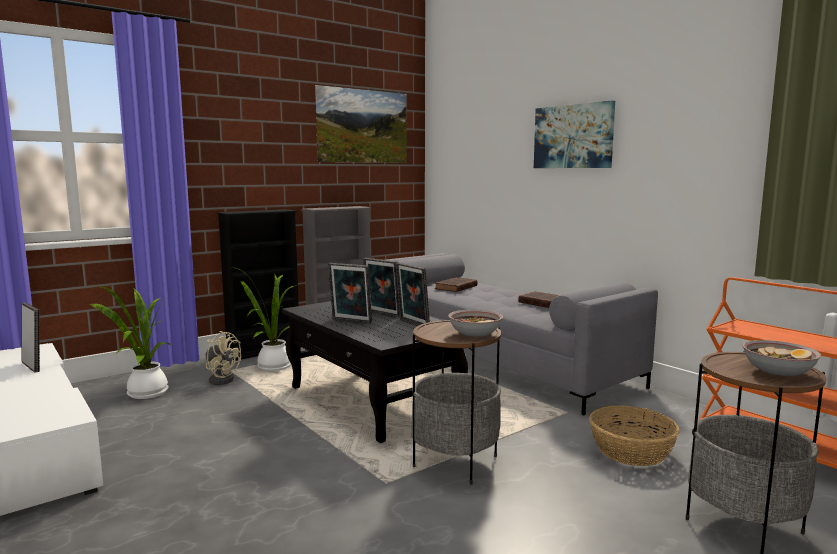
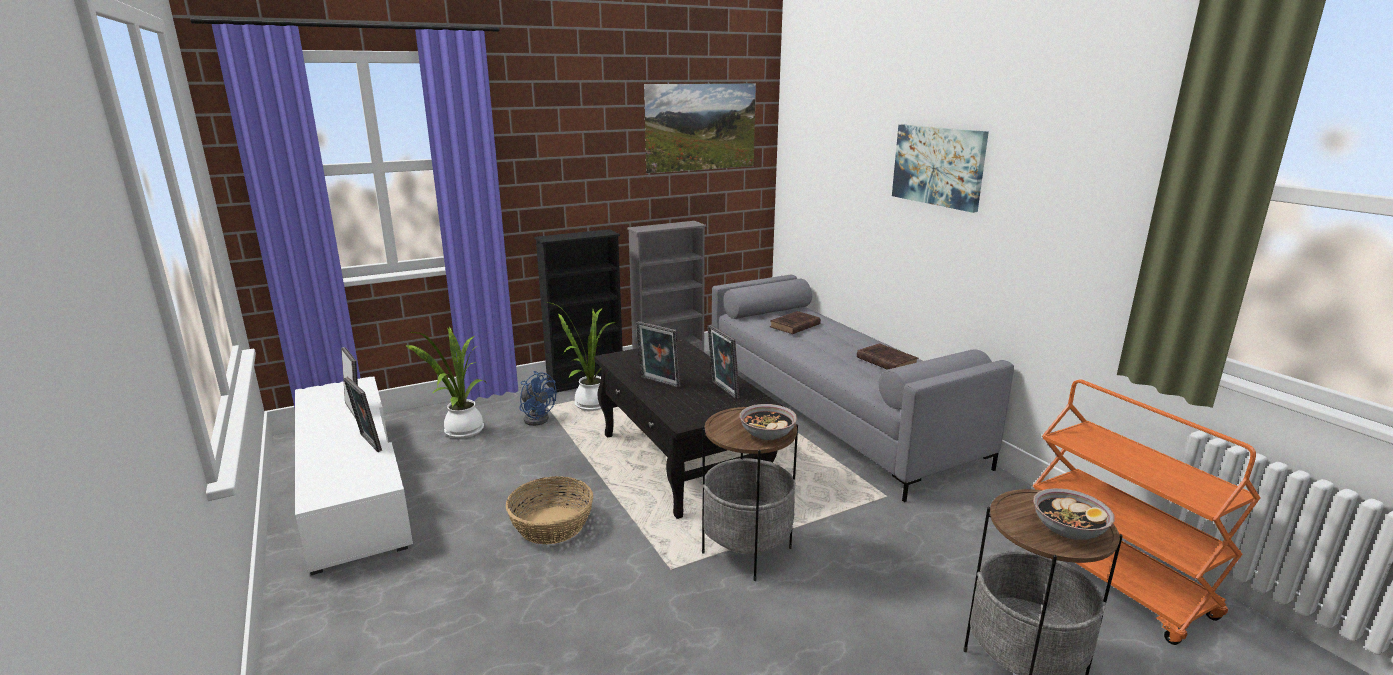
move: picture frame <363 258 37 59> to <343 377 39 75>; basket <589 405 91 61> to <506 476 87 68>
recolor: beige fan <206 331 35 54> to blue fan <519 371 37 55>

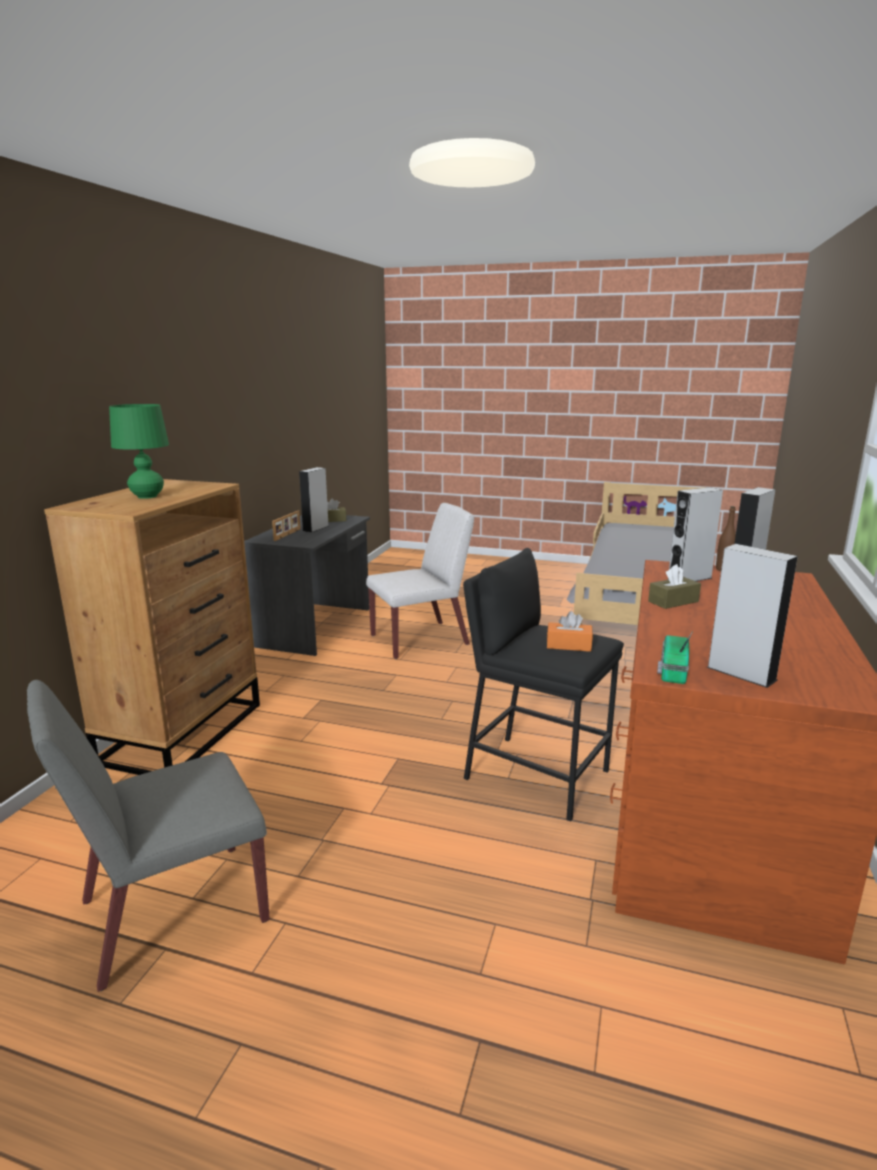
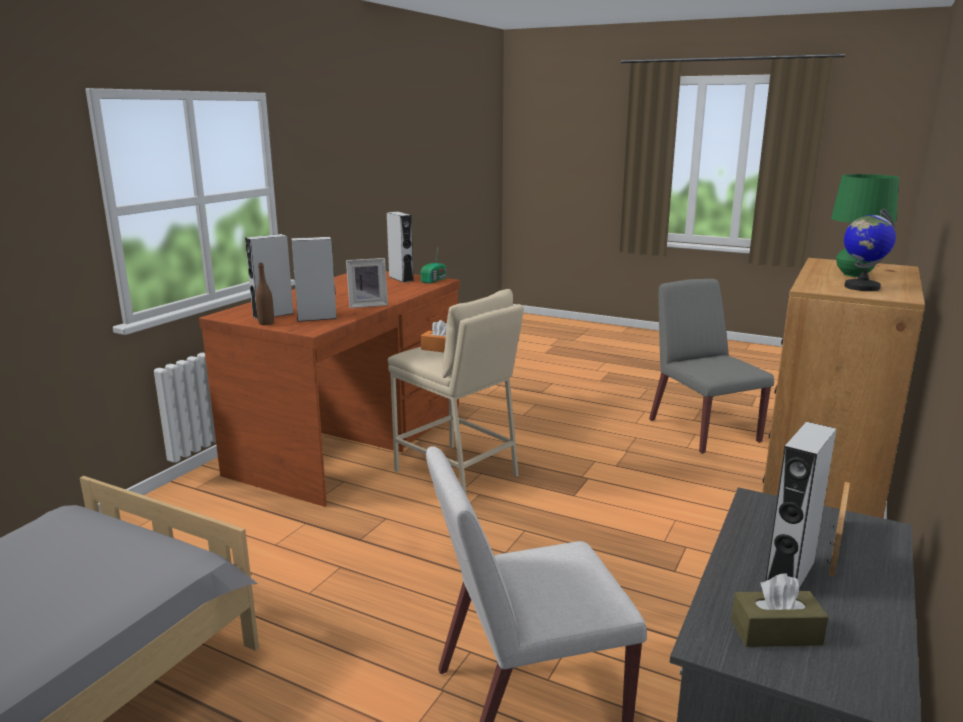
insert: globe <844 209 52 82>
replace: brown tissue box <648 564 53 45> to picture frame <346 258 42 50>
recolor: black stool <463 548 161 273> to beige stool <388 289 136 206>
rotate: grey chair <27 680 243 312> = <649 279 125 175> 90 degrees counterclockwise

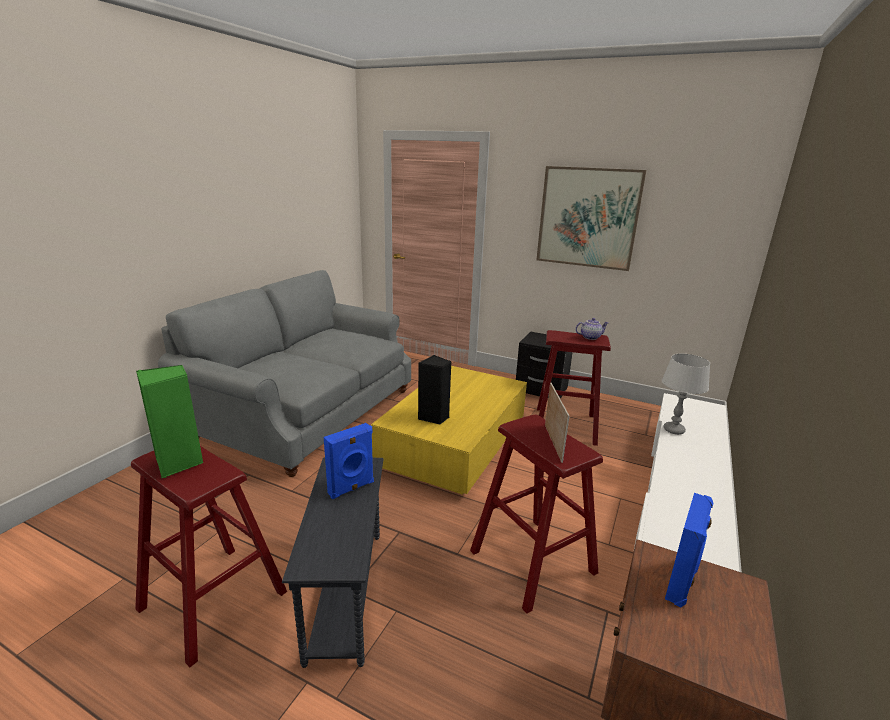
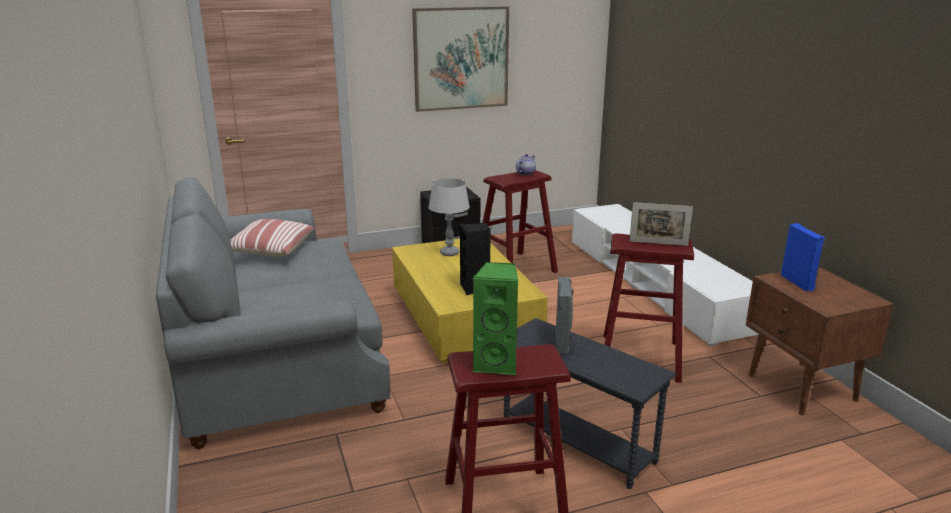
insert: pillow <230 219 84 38>
move: grey table lamp <662 354 48 81> to <429 178 41 78>
recolor: blue speaker <324 423 50 76> to grey speaker <556 277 17 77>
rotate: picture frame <545 382 25 81> = <630 202 63 44> 150 degrees clockwise

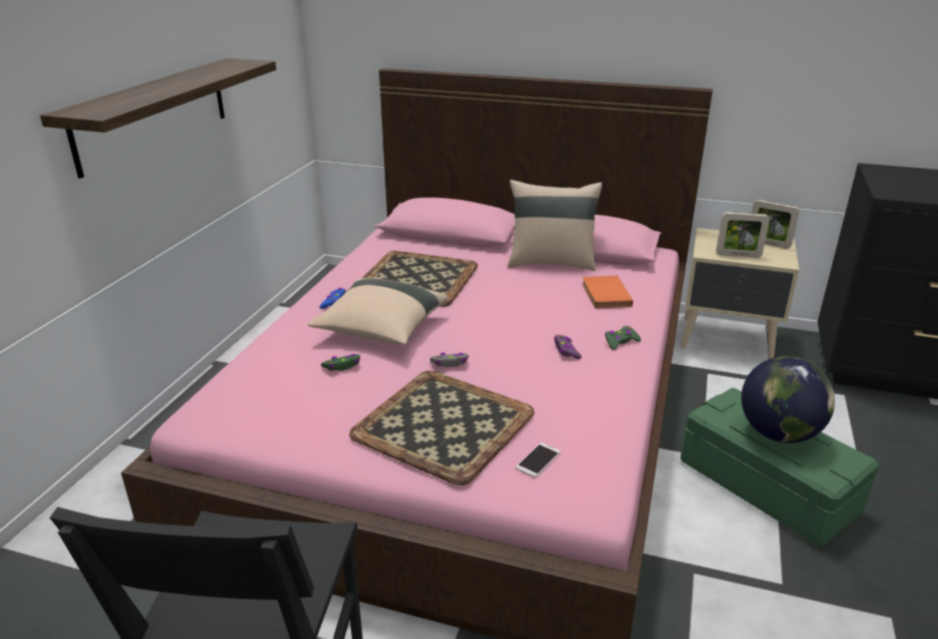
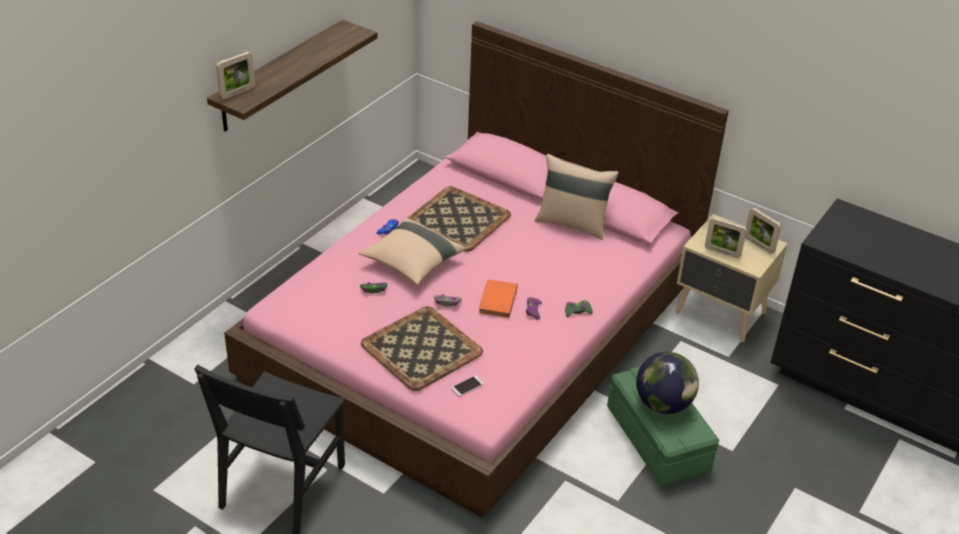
insert: picture frame <216 51 39 48>
move: orange book <582 276 51 32> to <479 280 39 38>

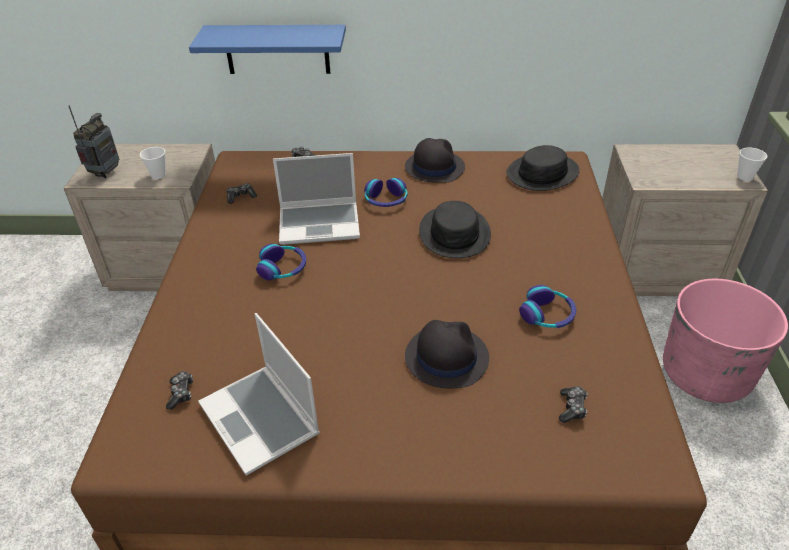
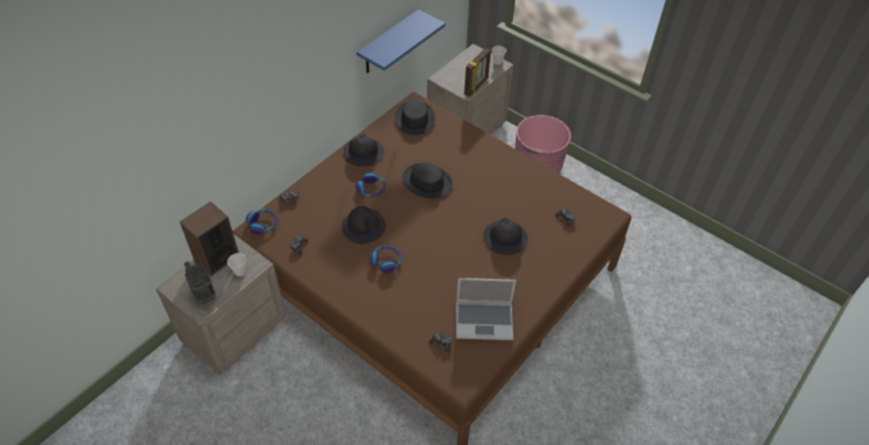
insert: speaker <180 201 59 75>; picture frame <464 48 27 49>
move: headphones <519 285 57 43> to <246 209 31 26>; blue shelf <189 25 157 49> to <356 9 90 64>
replace: laptop <273 153 87 92> to black hat <342 206 44 38>

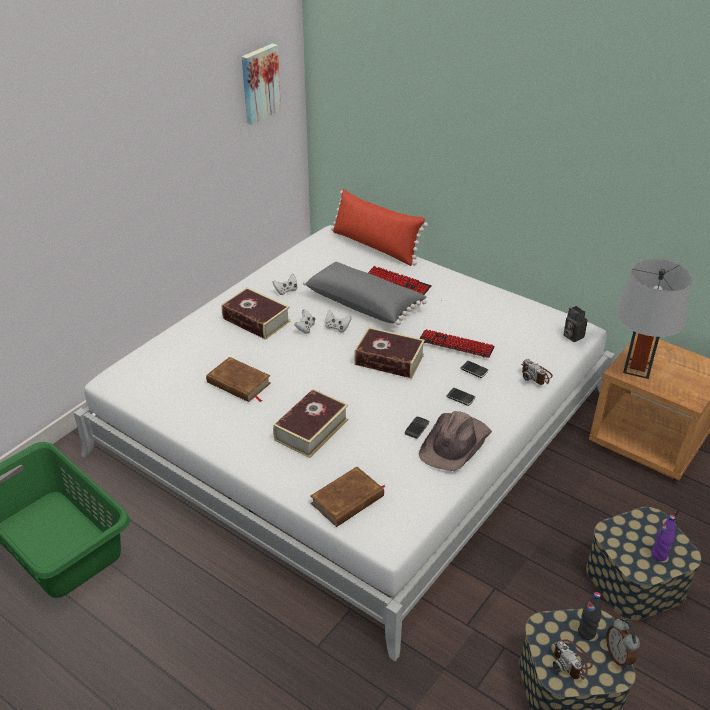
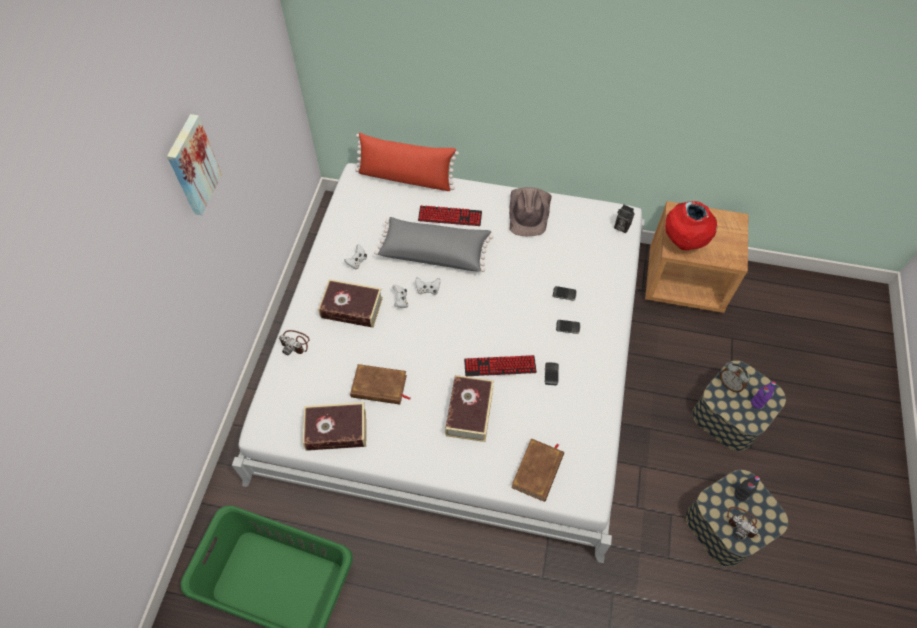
move: picture <242 43 39 82> to <167 114 55 101>; photo camera <521 359 32 26> to <279 330 31 26>; book <354 327 71 52> to <303 402 63 49>; keyboard <419 329 76 29> to <464 355 73 21>; brown hat <419 411 73 60> to <509 187 43 49>; alarm clock <606 618 34 50> to <720 363 30 30>
replace: grey table lamp <617 259 75 120> to red vase <665 201 52 49>

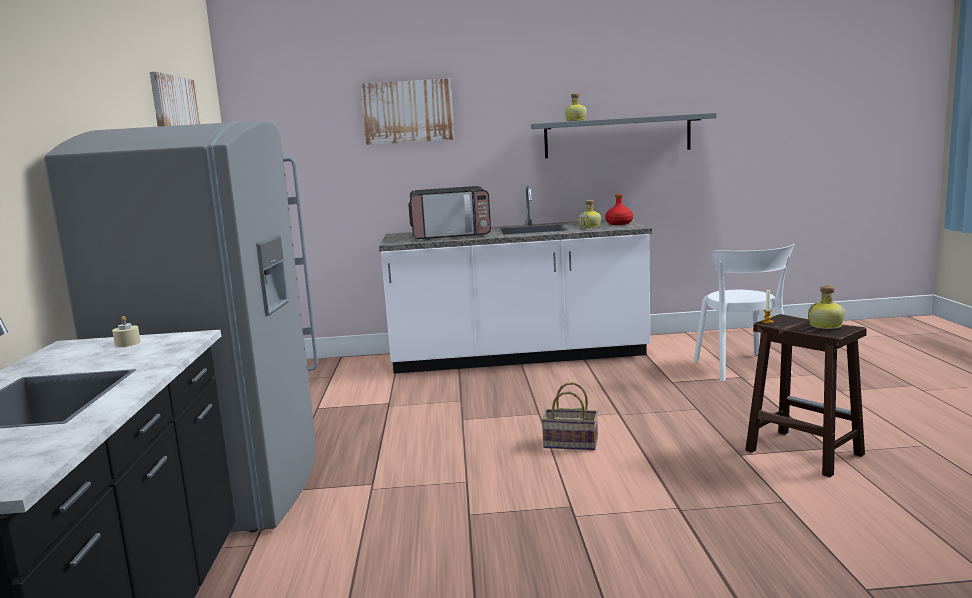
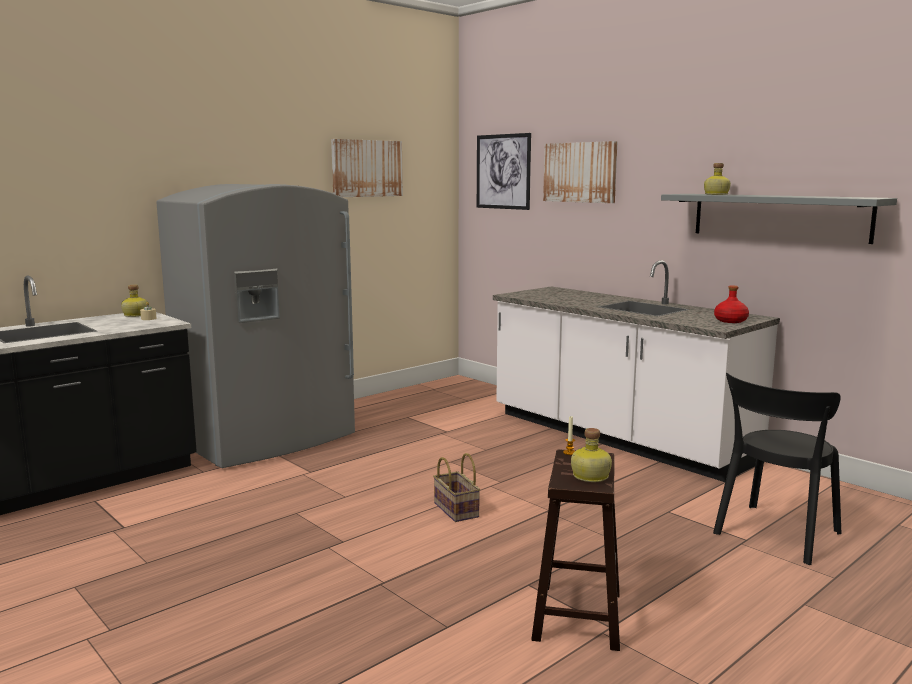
delete: microwave <408 186 83 53>
insert: picture <477 133 54 77>
move: bottle <579 200 22 28> to <121 285 26 32>
recolor: white chair <694 244 101 137> to black chair <713 373 129 192>

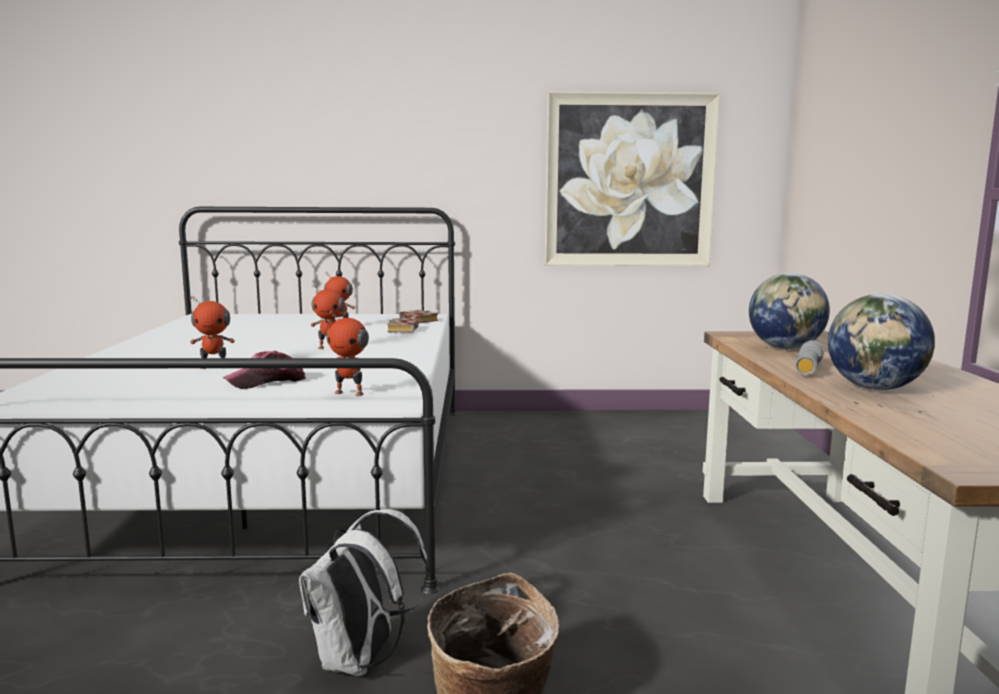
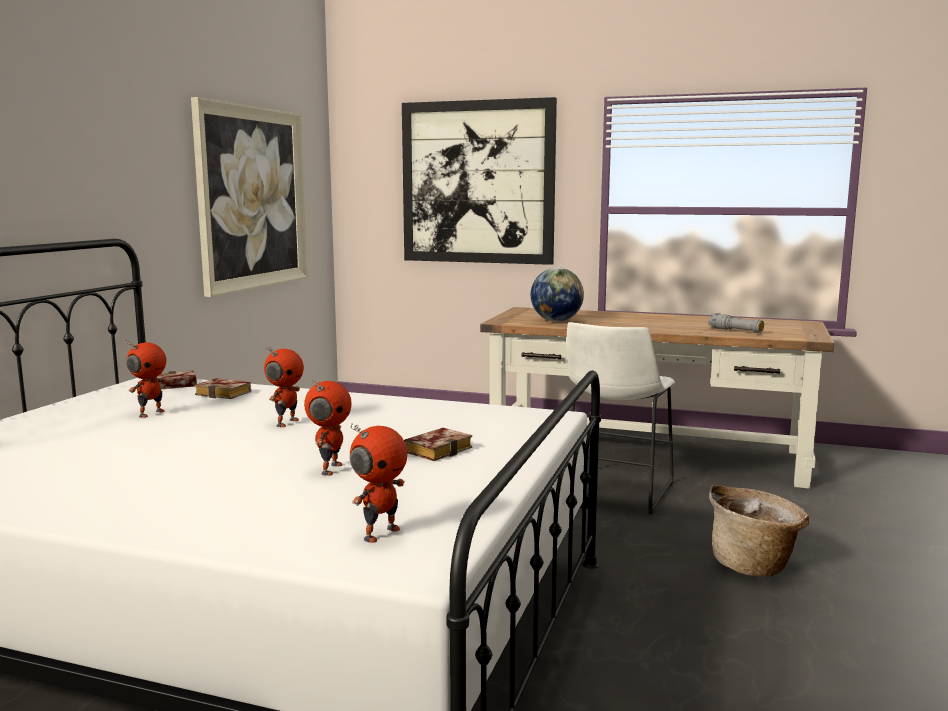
delete: white backpack <299 509 131 167>; globe <828 293 107 97>
insert: picture <402 97 155 168>; white stool <567 322 108 192>
move: toy robot <326 310 43 86> to <350 424 57 119>; grey flashlight <795 340 29 35> to <708 313 56 20>
replace: cap <223 351 83 38> to book <404 428 68 33>

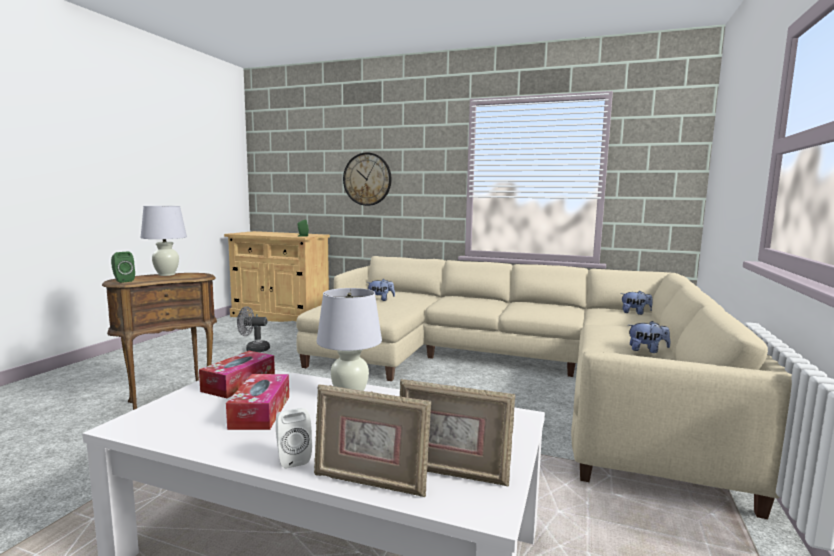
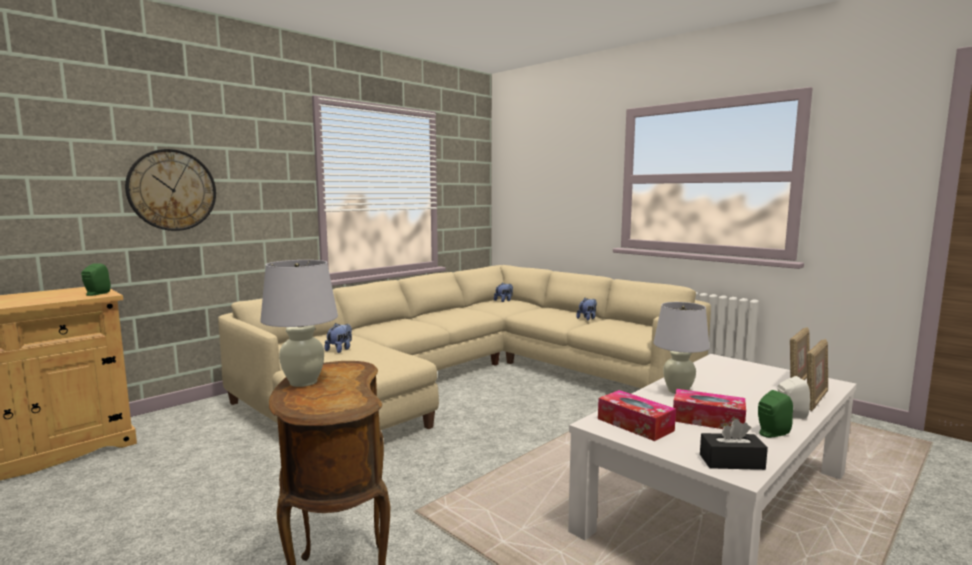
delete: grey fan <237 306 33 46>
insert: black tissue box <700 419 68 51>
move: green speaker <111 252 24 31> to <758 390 35 48>

